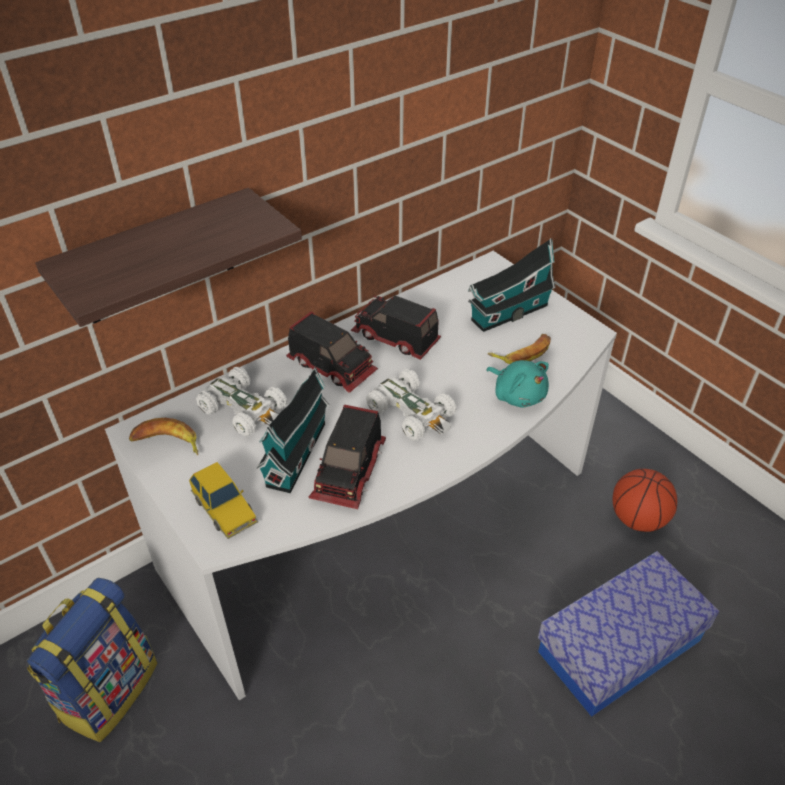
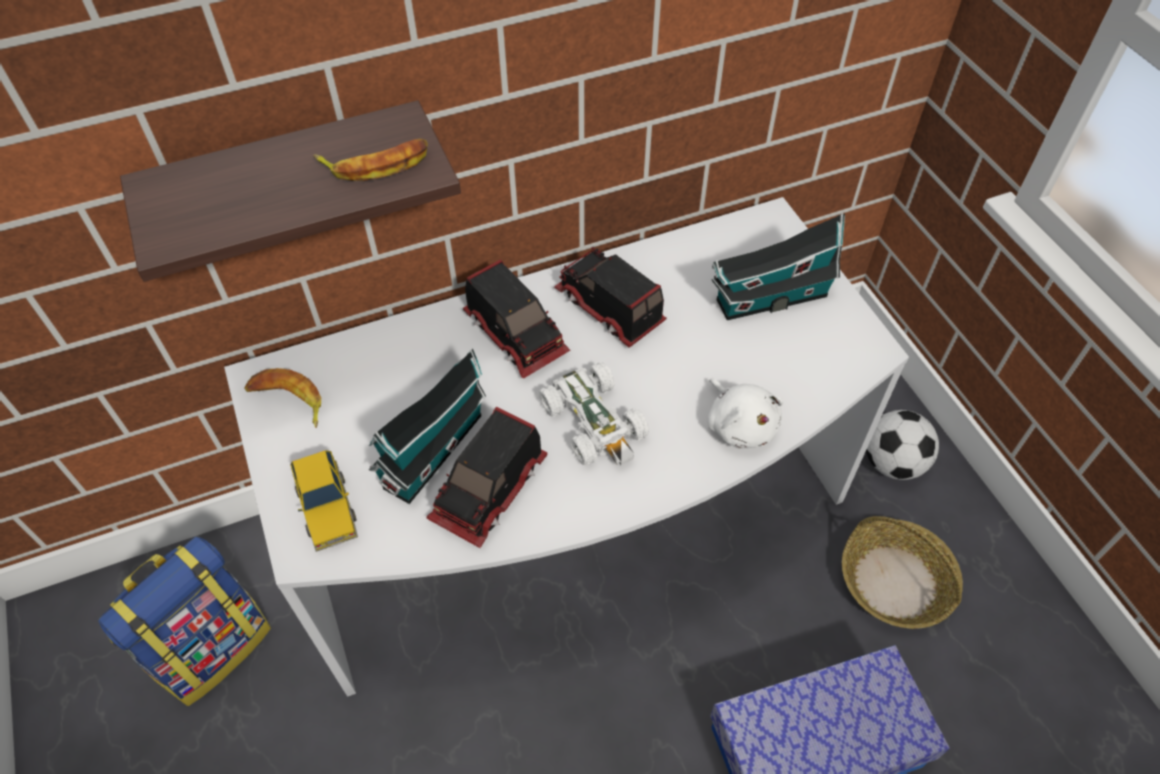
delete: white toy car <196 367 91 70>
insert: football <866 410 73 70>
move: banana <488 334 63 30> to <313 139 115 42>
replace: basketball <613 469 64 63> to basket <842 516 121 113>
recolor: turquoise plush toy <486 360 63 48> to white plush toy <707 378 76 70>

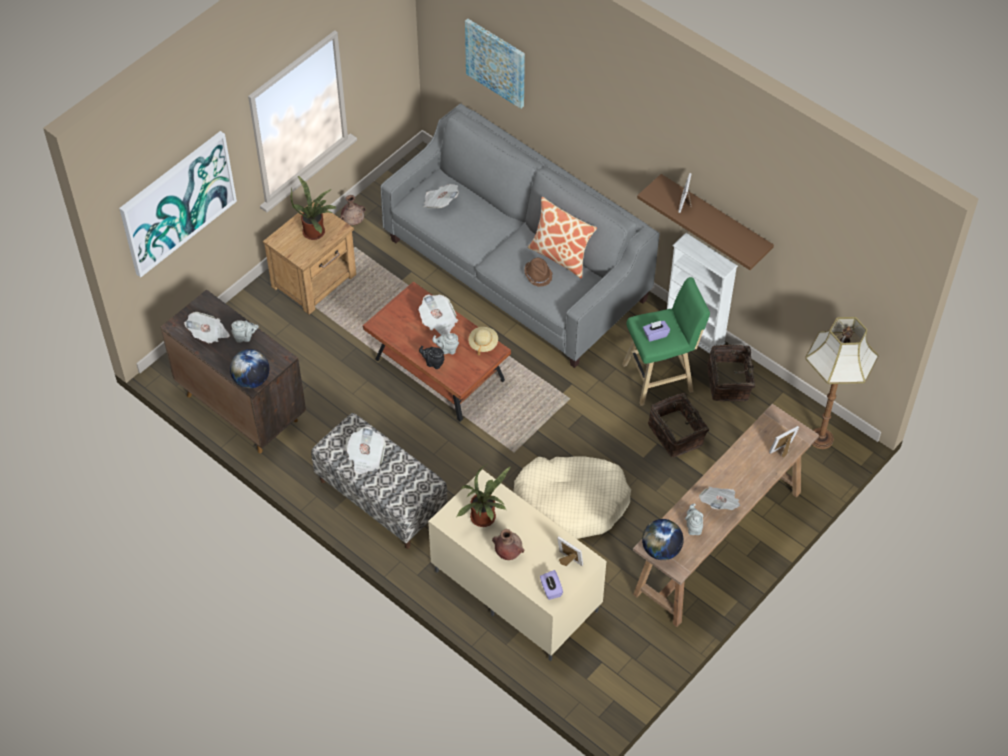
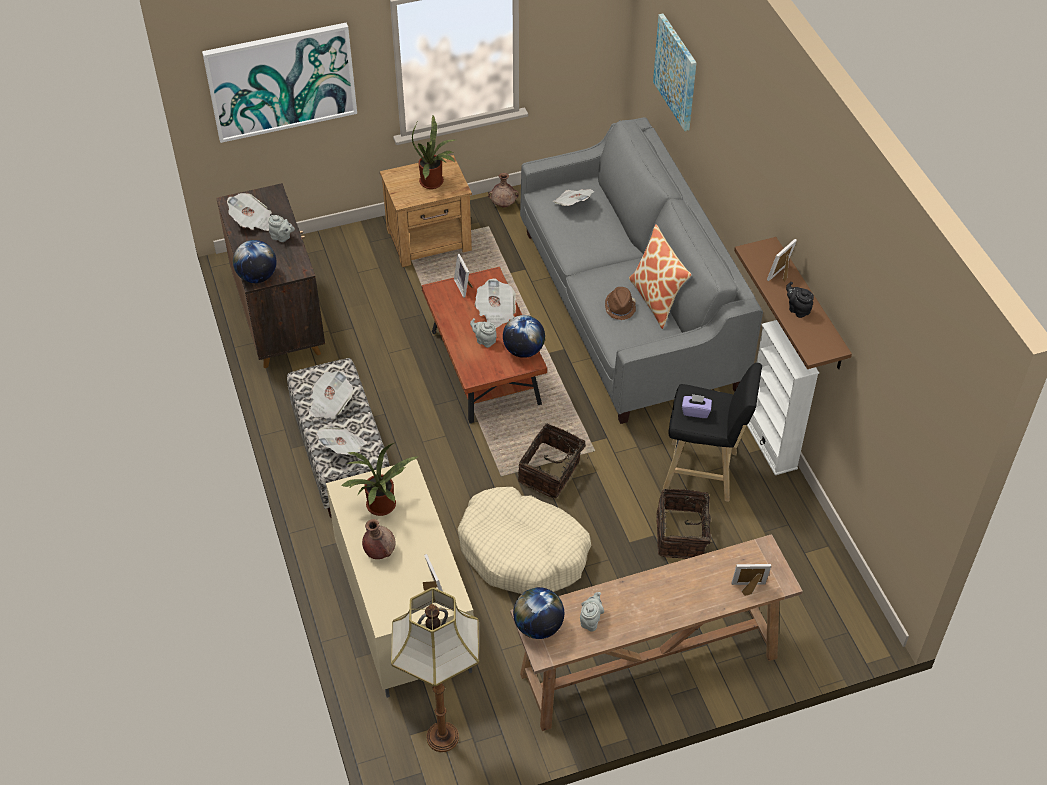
delete: purple tissue box <540 570 23 30>
insert: picture frame <454 254 19 44>
move: newspaper <699 487 41 23> to <317 427 50 28>; floor lamp <805 317 73 132> to <391 587 88 165>; basket <707 344 48 57> to <518 423 76 76>; black teapot <419 346 26 23> to <786 282 28 36>
replace: beige hat <468 327 30 28> to globe <503 315 42 43>
recolor: green stool <622 277 88 129> to black stool <663 363 99 139>

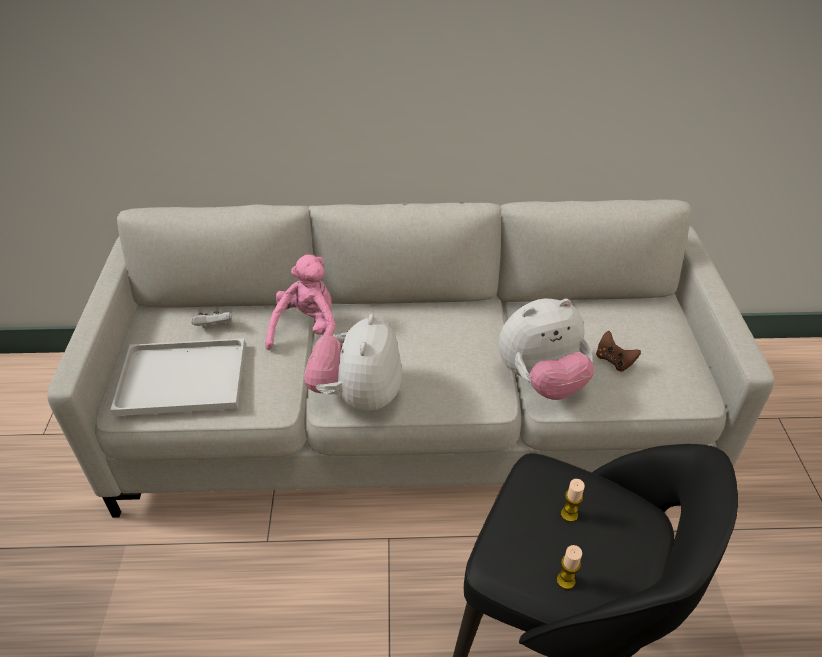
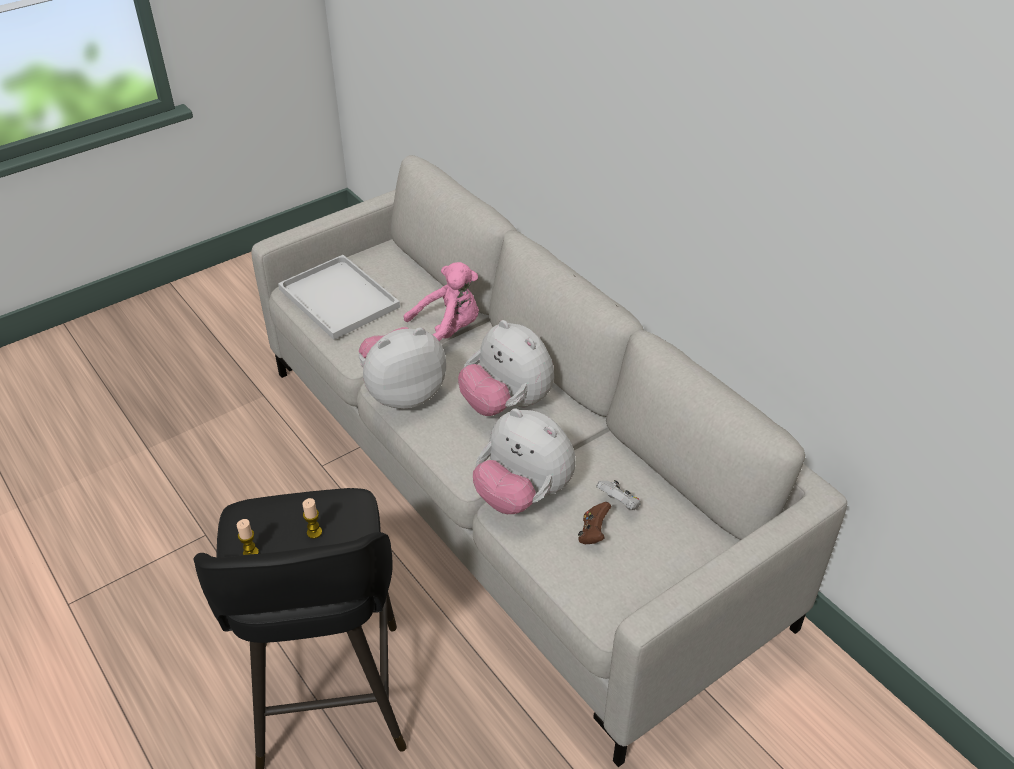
insert: plush toy <458 320 96 96>
move: white game controller <191 311 41 17> to <596 480 45 30>

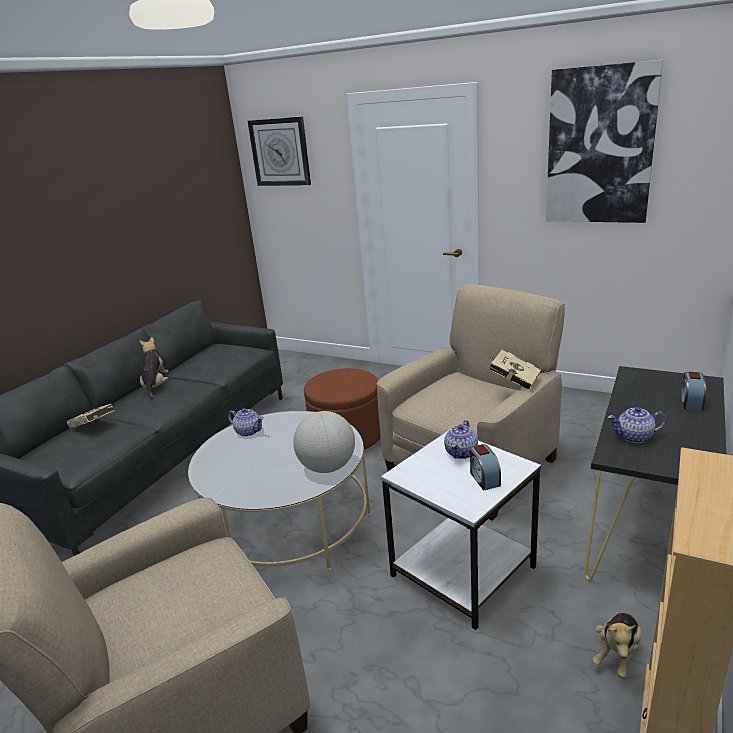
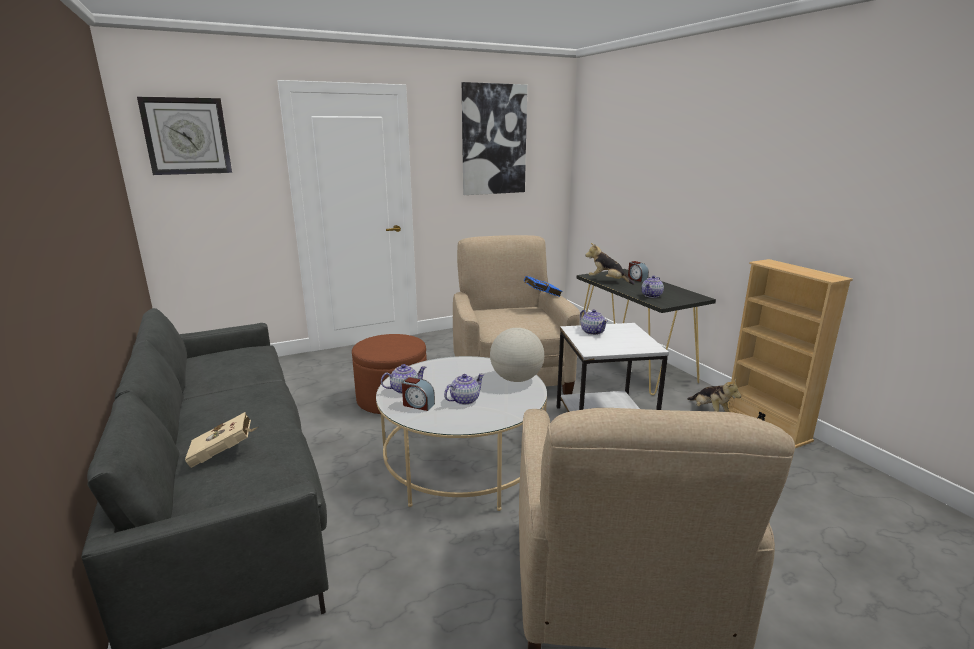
insert: teapot <444 374 40 31>
move: alarm clock <470 444 31 46> to <402 377 33 34>; plush toy <139 337 30 64> to <585 243 50 42>
recolor: beige book <489 350 52 41> to blue book <524 276 38 21>

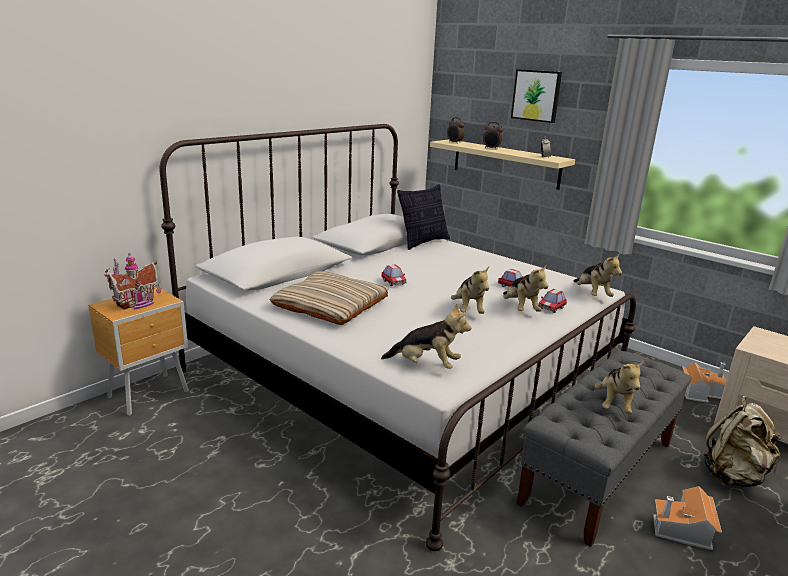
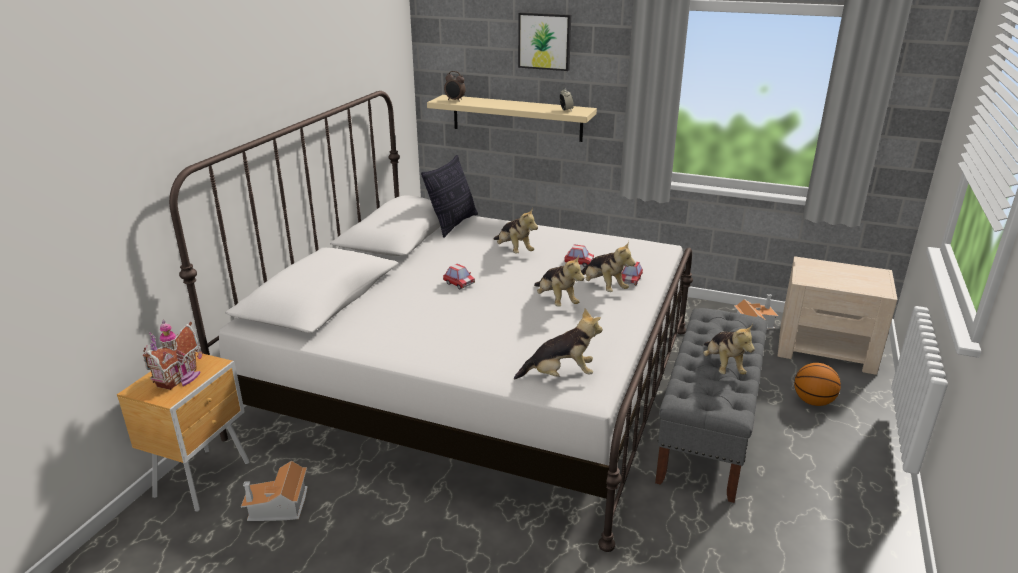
delete: beige pillow <269 271 119 54>; alarm clock <483 122 20 26>
move: toy house <653 486 69 64> to <241 461 67 60>; plush toy <573 253 49 44> to <494 208 44 46>
replace: beige backpack <704 397 78 90> to basketball <794 363 47 43>

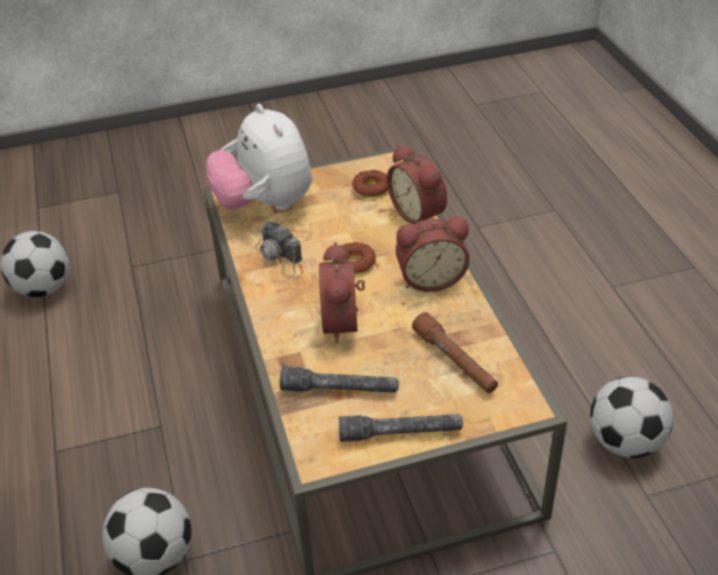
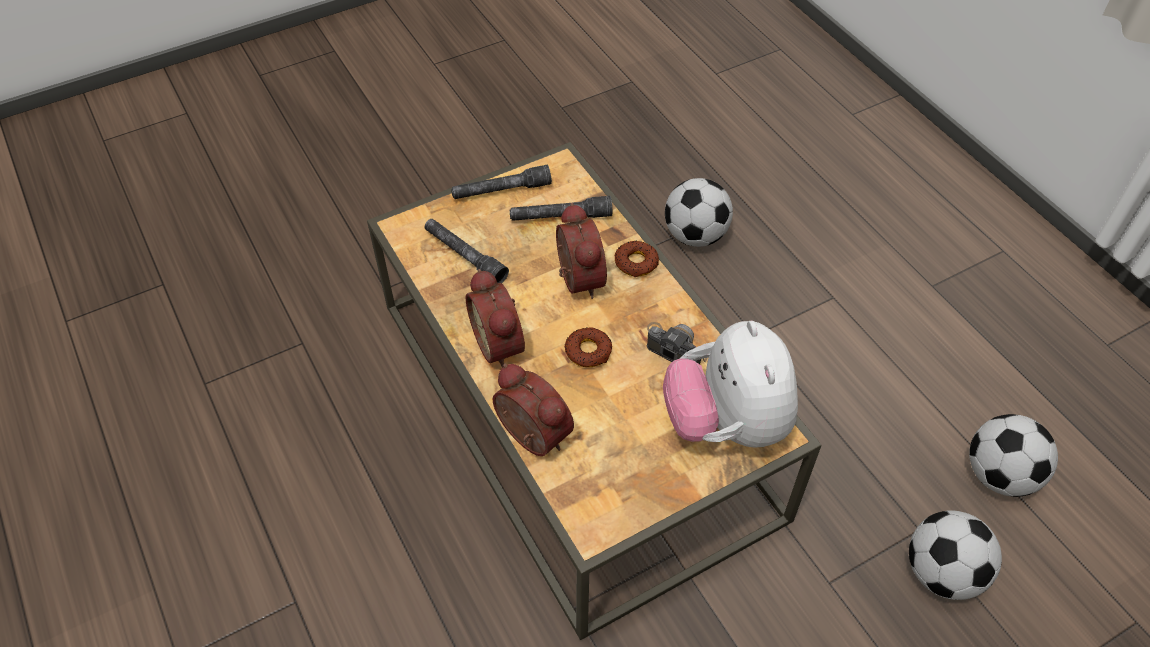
move: donut <352 170 36 27> to <615 240 44 37>; football <590 376 83 82> to <909 511 93 89>
recolor: brown flashlight <412 312 86 81> to grey flashlight <425 219 84 64>
rotate: alarm clock <396 217 74 75> = <466 269 59 99> 90 degrees counterclockwise; plush toy <206 104 106 107> = <663 321 135 127> 150 degrees counterclockwise

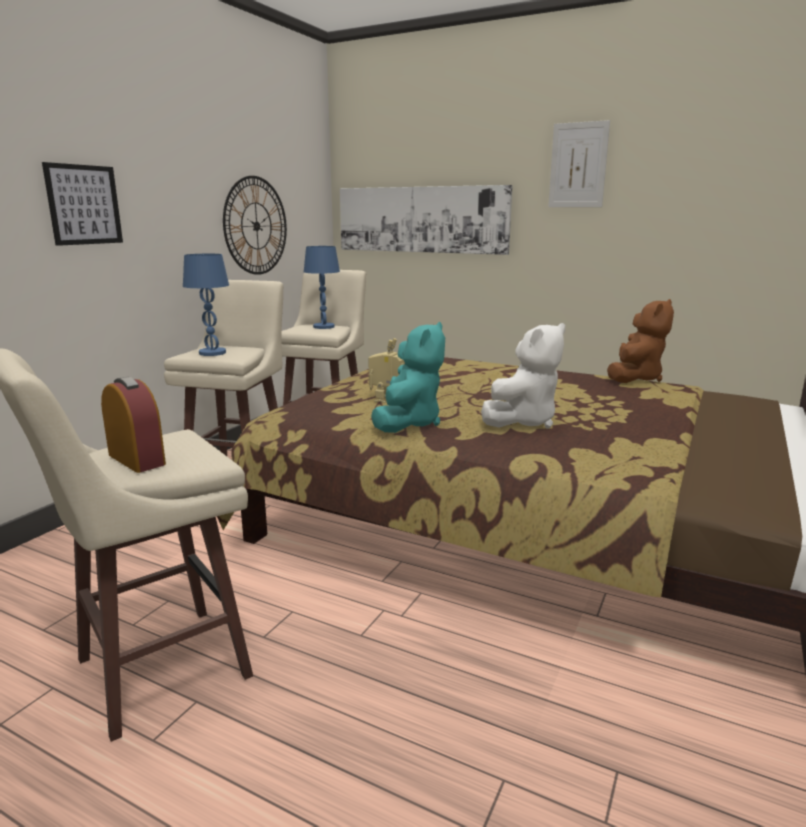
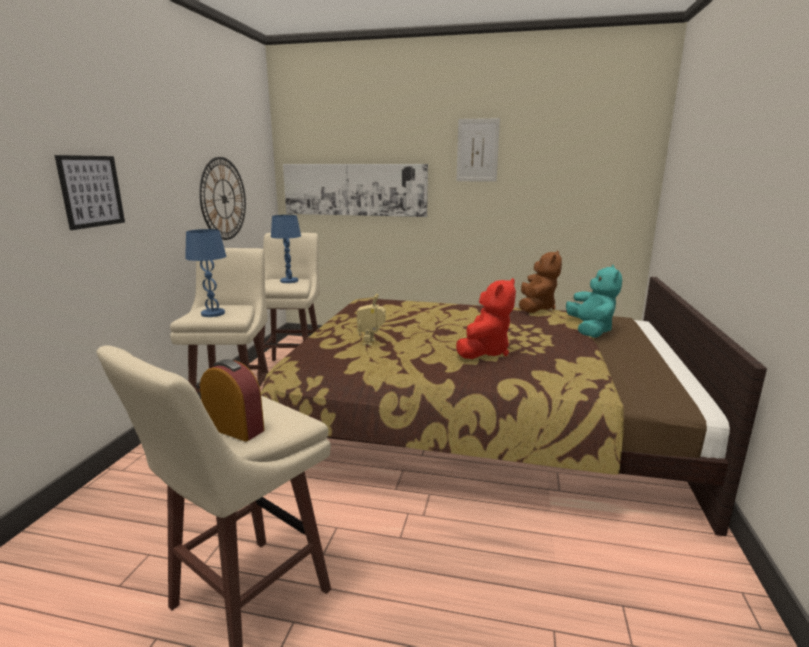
move: turquoise plush toy <371 322 74 111> to <566 265 56 73>
recolor: white plush toy <481 323 84 105> to red plush toy <456 278 60 81>

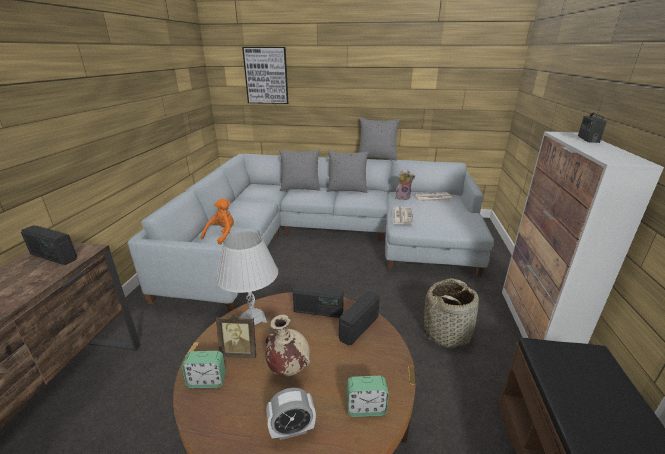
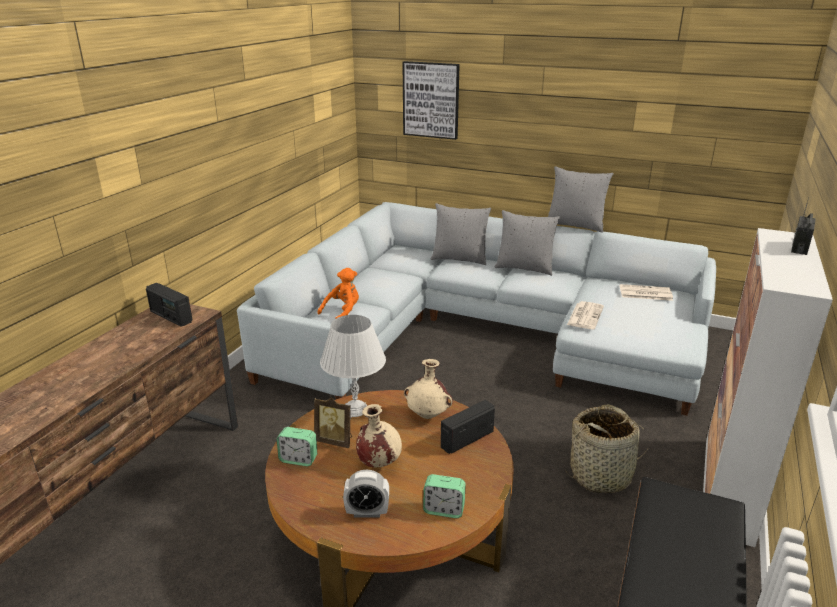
delete: plush toy <395 169 20 31>
replace: radio <293 284 51 34> to beige vase <404 359 49 60>

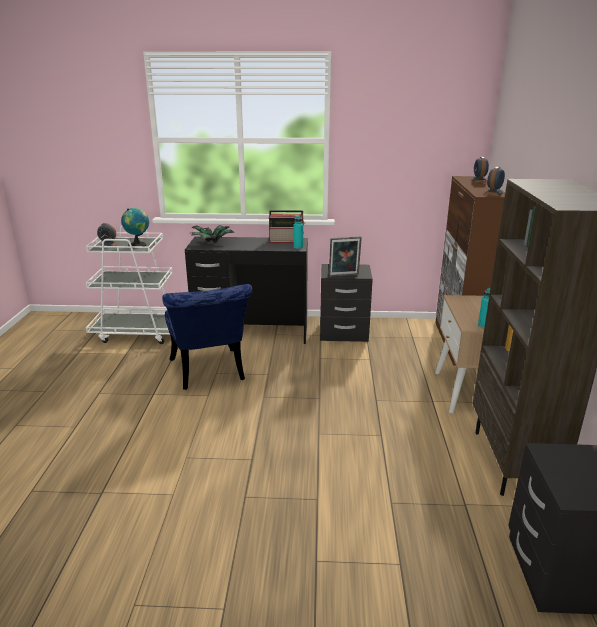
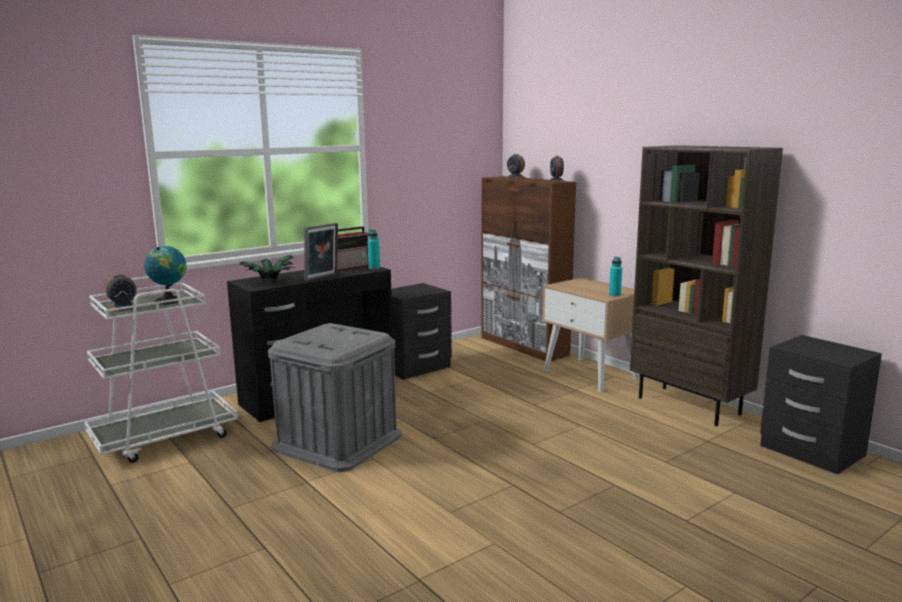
move: picture frame <329 236 33 41> to <304 223 34 58>
replace: blue chair <162 284 90 106> to grey storage box <268 323 134 149>

